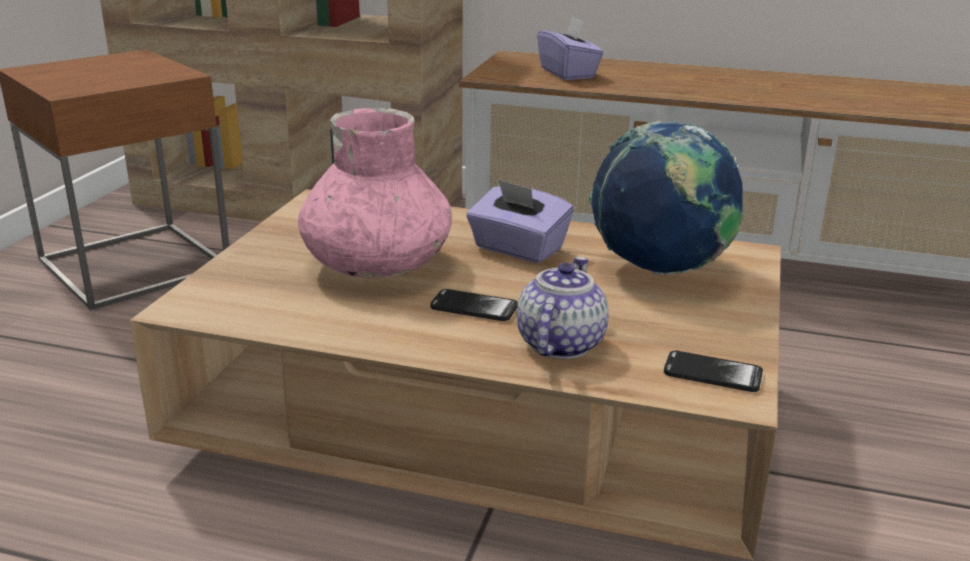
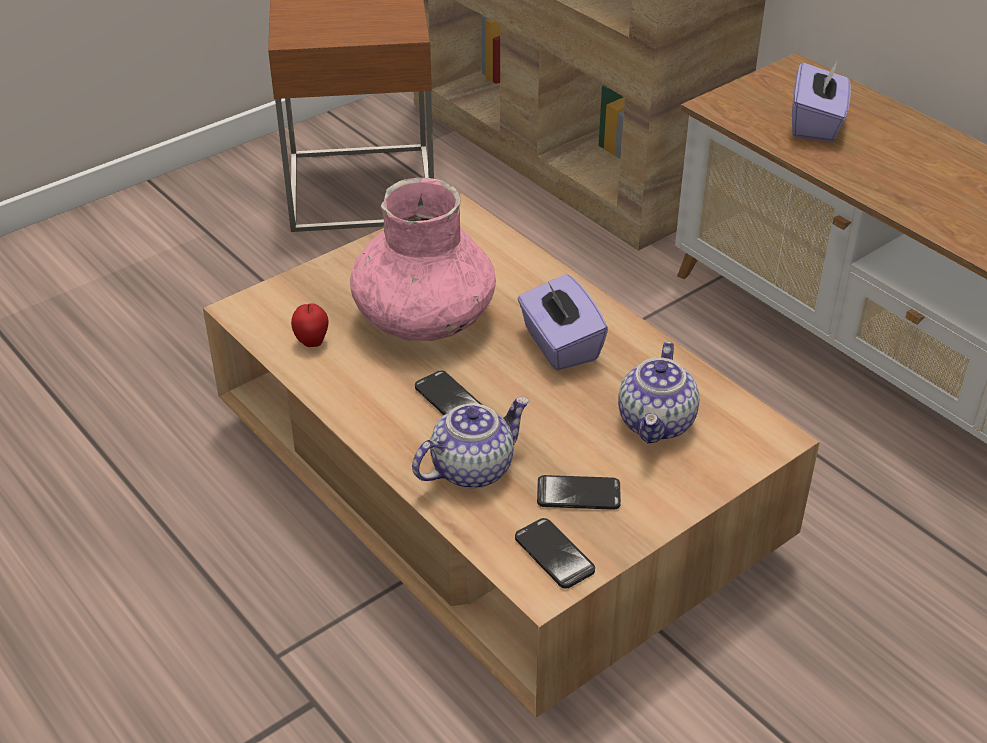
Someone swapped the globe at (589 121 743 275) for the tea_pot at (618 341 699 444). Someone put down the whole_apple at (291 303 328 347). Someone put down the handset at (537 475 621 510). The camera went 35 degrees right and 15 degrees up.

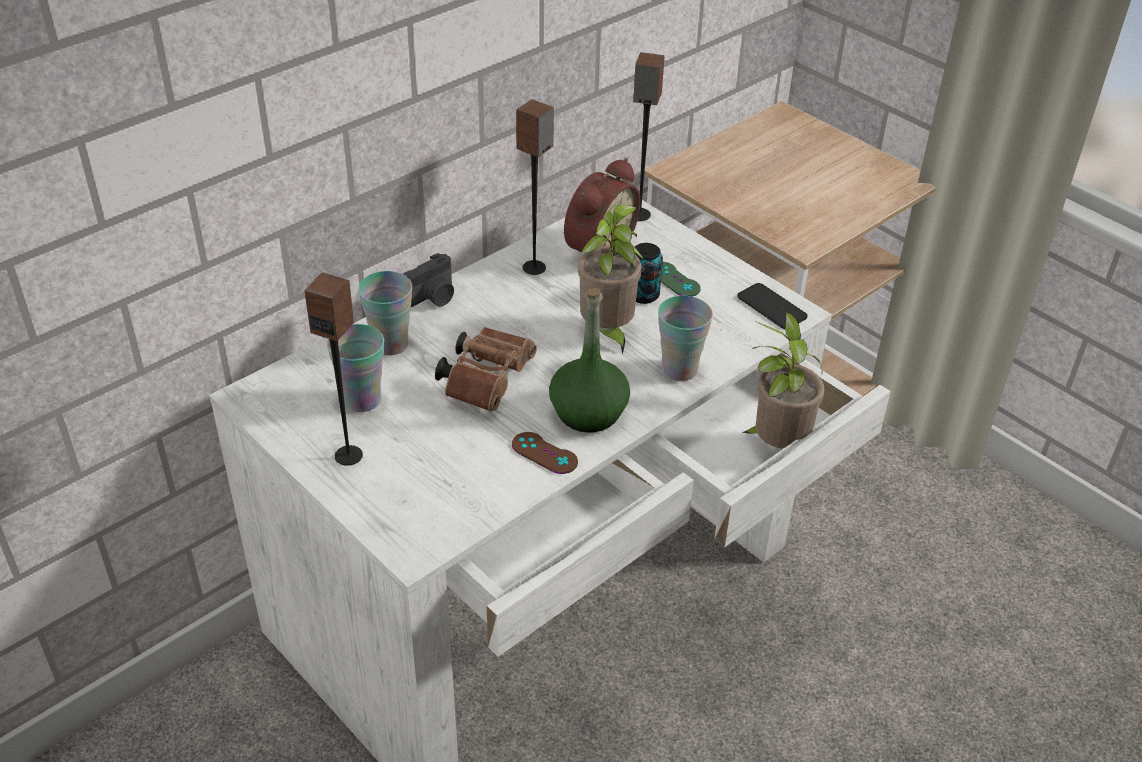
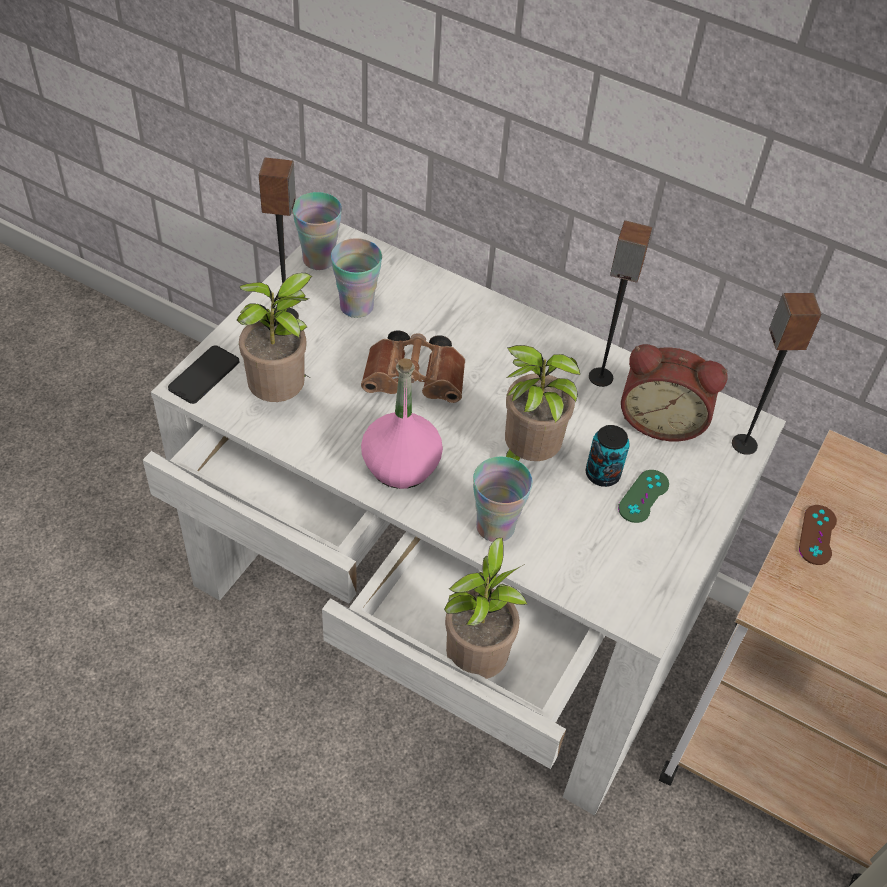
Someone carried the small_cup from (358 271 412 356) to (292 192 342 270). Someone took away the photo_camera at (403 253 454 307). Someone carried the brown-coloured_game_controller from (512 432 578 474) to (799 505 837 565). Someone repainted the green_bottle at (549 287 630 433), which became the pink_bottle at (361 358 443 489). Someone carried the handset from (737 283 807 329) to (168 345 239 404). Someone put down the plant_in_a_pot at (237 273 313 402). The camera went 70 degrees right and 10 degrees up.

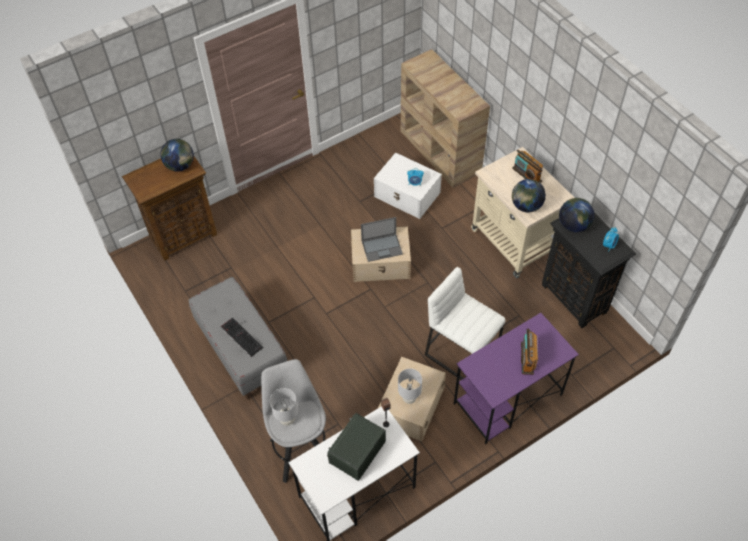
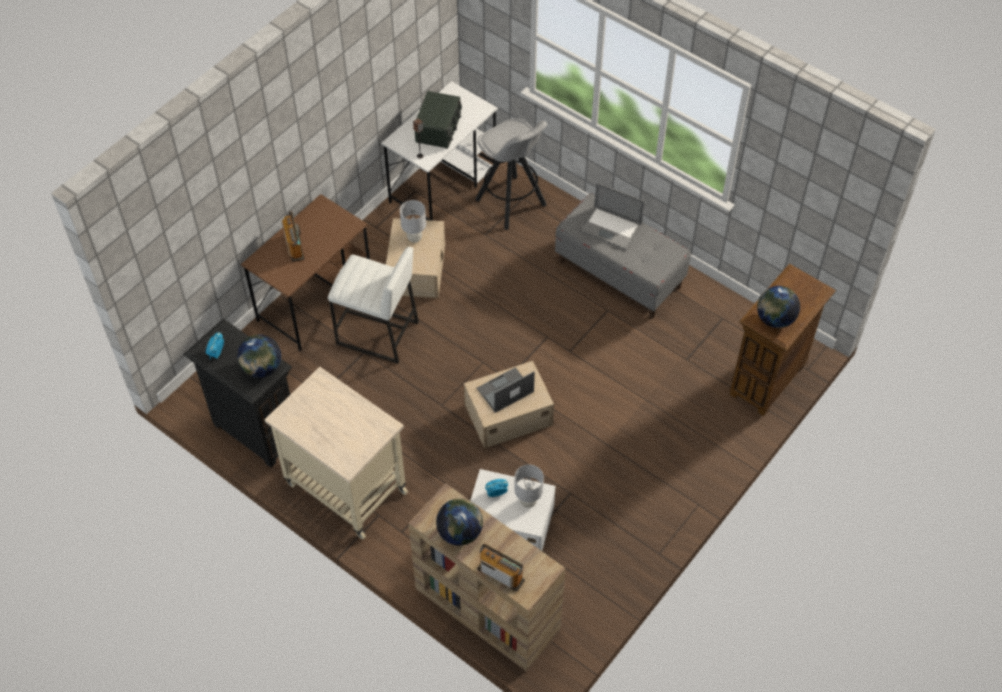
Someone swapped the keyboard at (221 318 263 357) for the laptop at (579 183 645 250). Someone carried the greyish_table_lamp from (270 388 298 426) to (514 465 544 508). Someone repainted the purple-coloured_desk_table at (454 313 579 444), which became the brown-coloured_desk_table at (241 194 370 351). Someone carried the radio_set from (512 150 543 183) to (477 544 525 592). Someone carried the globe from (512 179 546 212) to (436 498 483 546). The camera went 160 degrees right and 0 degrees up.

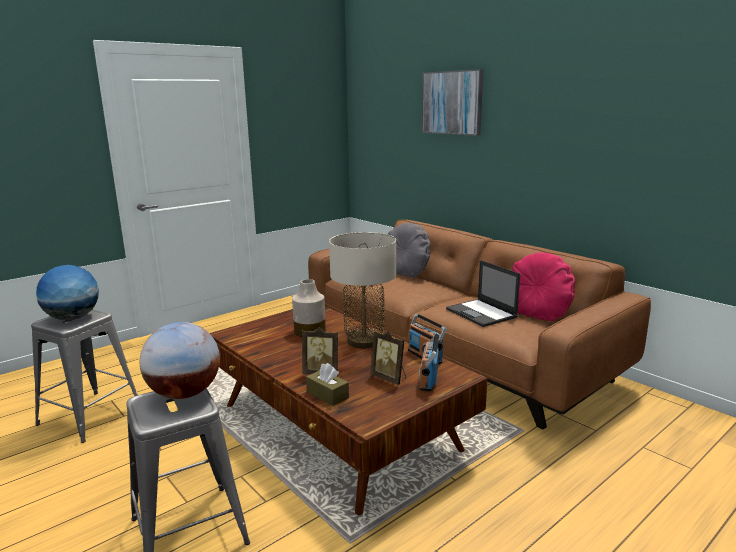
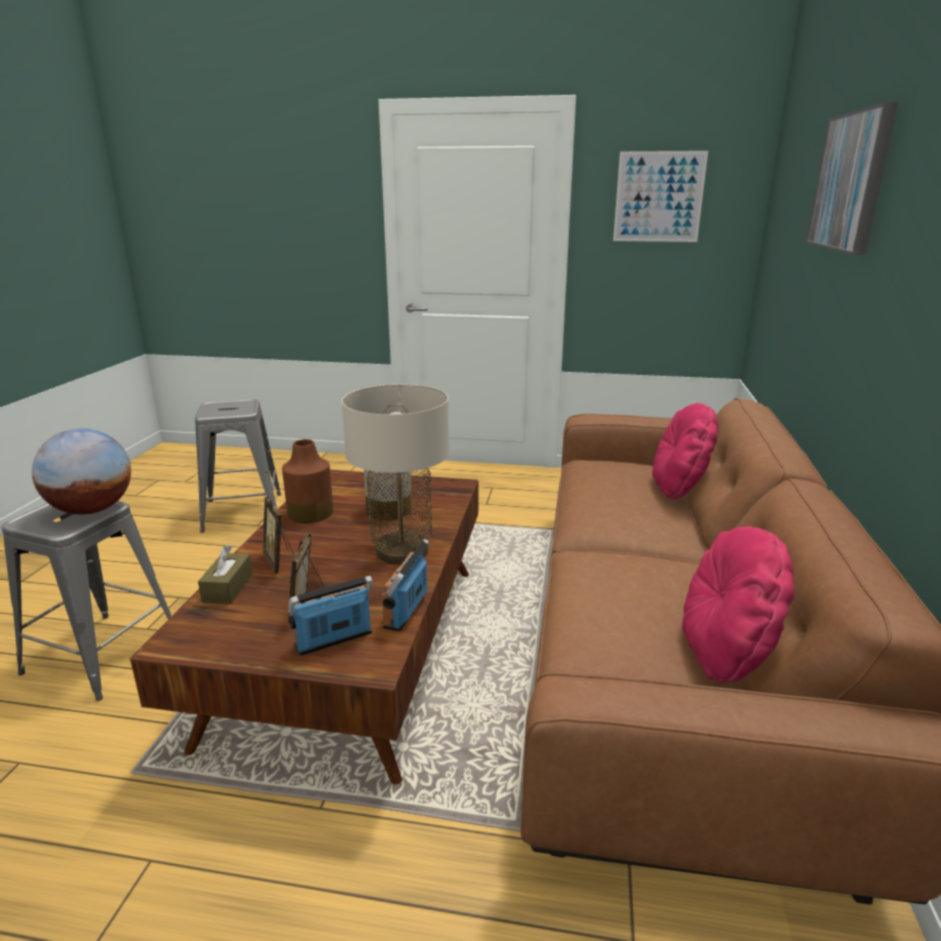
Someone took away the globe at (36 265 99 320). Someone repainted the greyish_cushion at (388 223 431 277), which became the pink_cushion at (652 403 718 499). Someone took away the laptop at (446 260 520 327). Someone put down the brown-coloured_vase at (282 439 334 523). Someone put up the picture at (613 151 708 242). The camera went 50 degrees right and 5 degrees up.

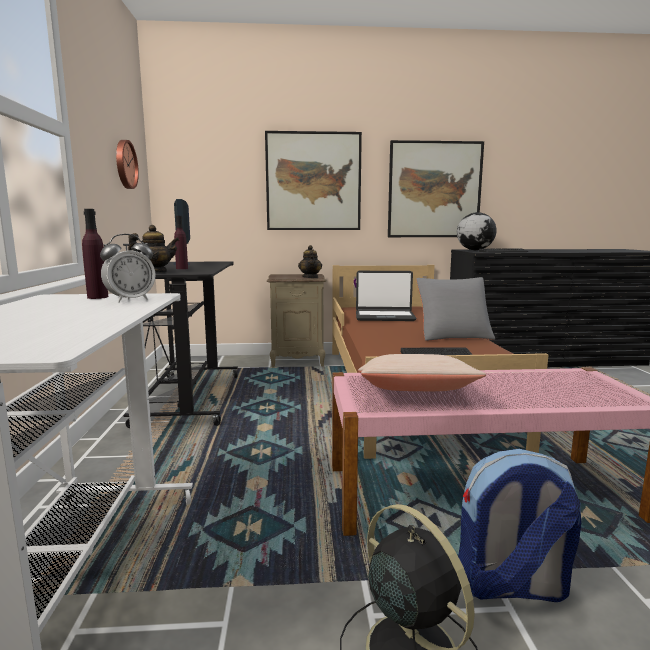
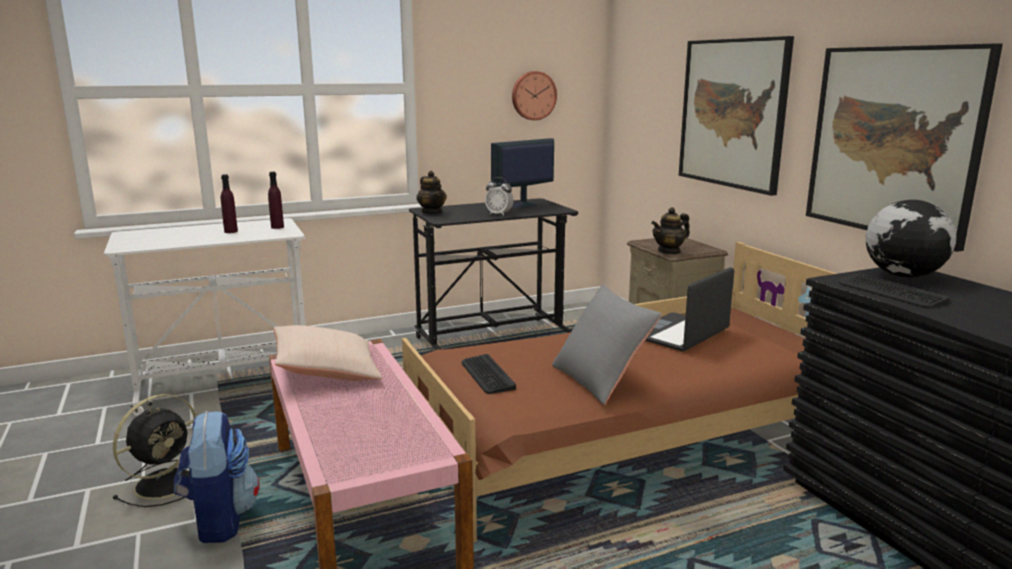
Someone carried the table_clock from (100 234 155 303) to (485 177 514 216). Someone carried the purple-coloured_bottle from (174 216 188 269) to (221 174 238 233). Someone rotated the laptop at (356 271 417 321) by 60 degrees clockwise. The camera went 70 degrees right and 5 degrees up.

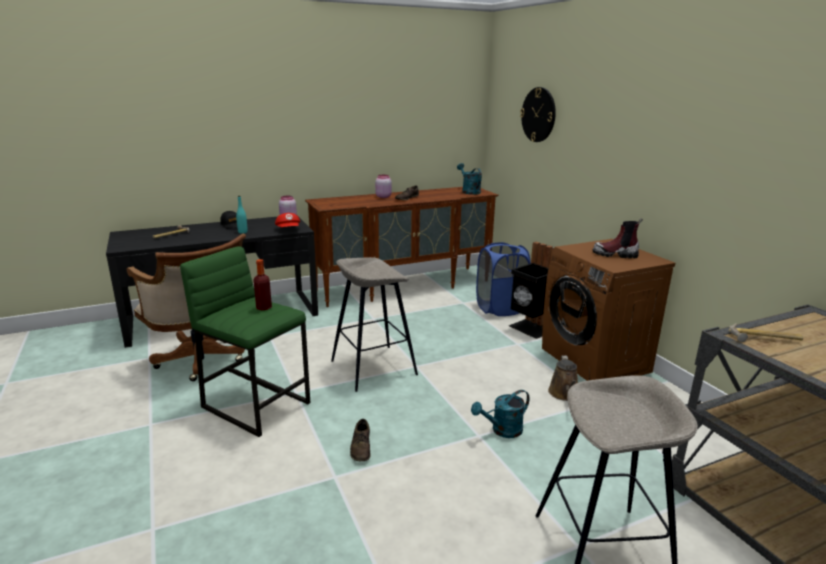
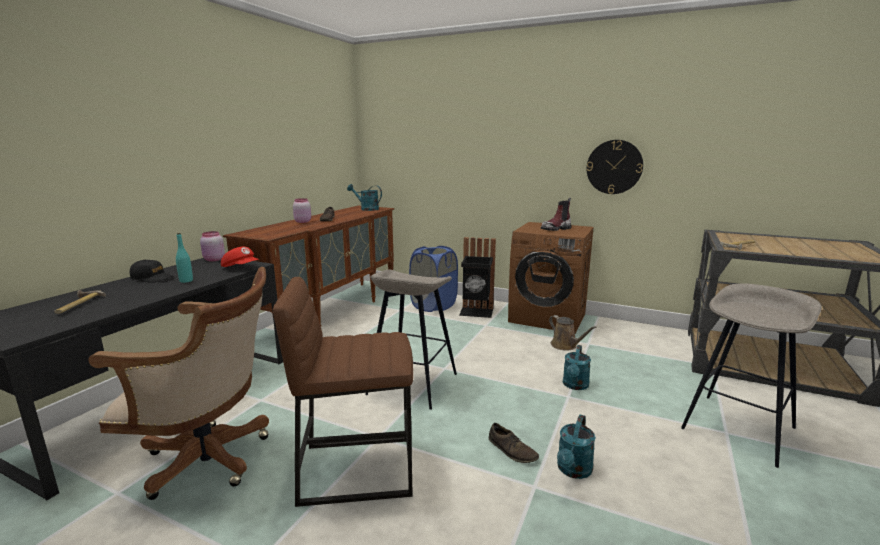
Someone repainted the green_stool_seat at (180 246 310 437), which became the brown-coloured_stool_seat at (273 277 413 507). Someone took away the bottle at (253 259 272 310). Someone carried the clock_on_the_wall from (520 87 556 142) to (587 140 643 194). Someone put down the blue-green_watering_pot at (557 414 596 479). The camera went 40 degrees left and 5 degrees down.

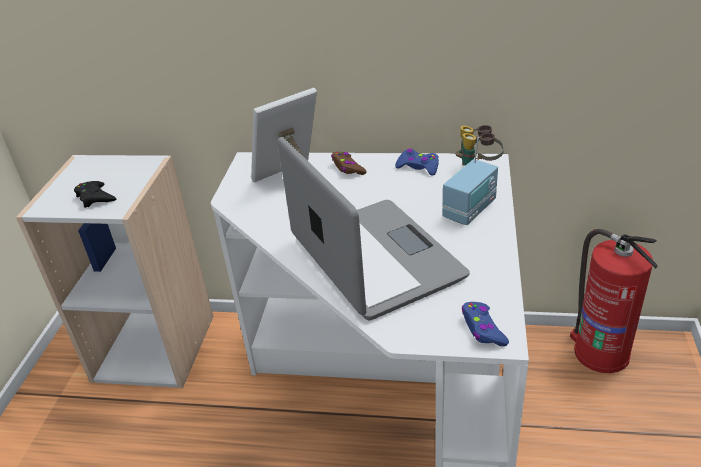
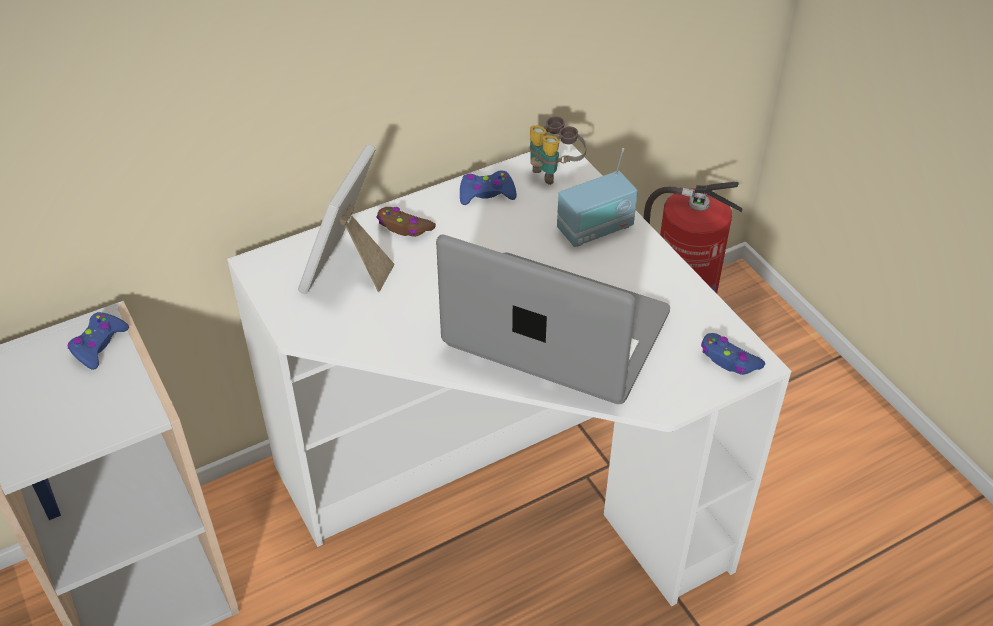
Someone took away the blackish_game_controller at (74 181 116 208). Someone rotated the radio_set at (442 137 498 225) by 60 degrees clockwise. Someone put down the bluish_game_controller at (68 312 129 370). The camera went 40 degrees left and 10 degrees up.

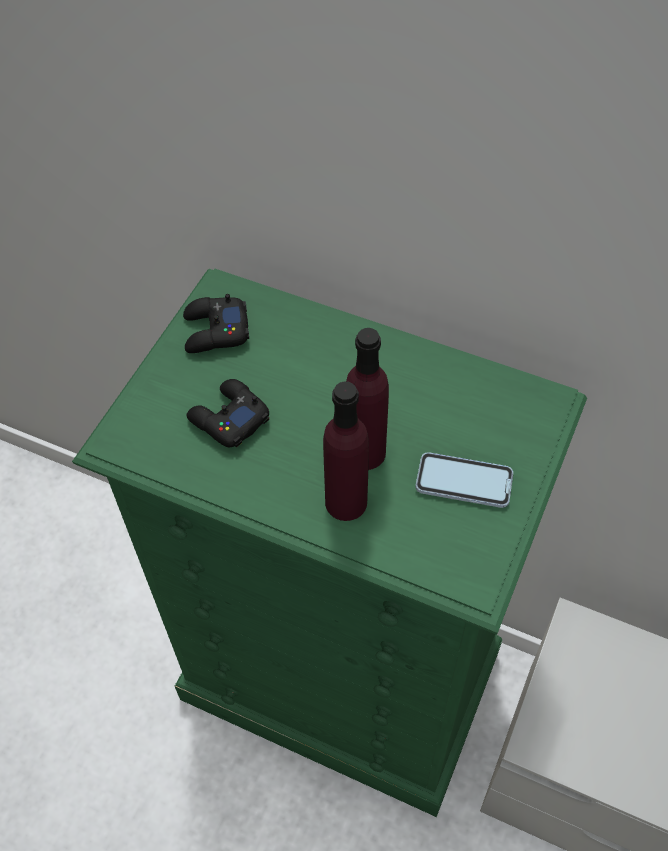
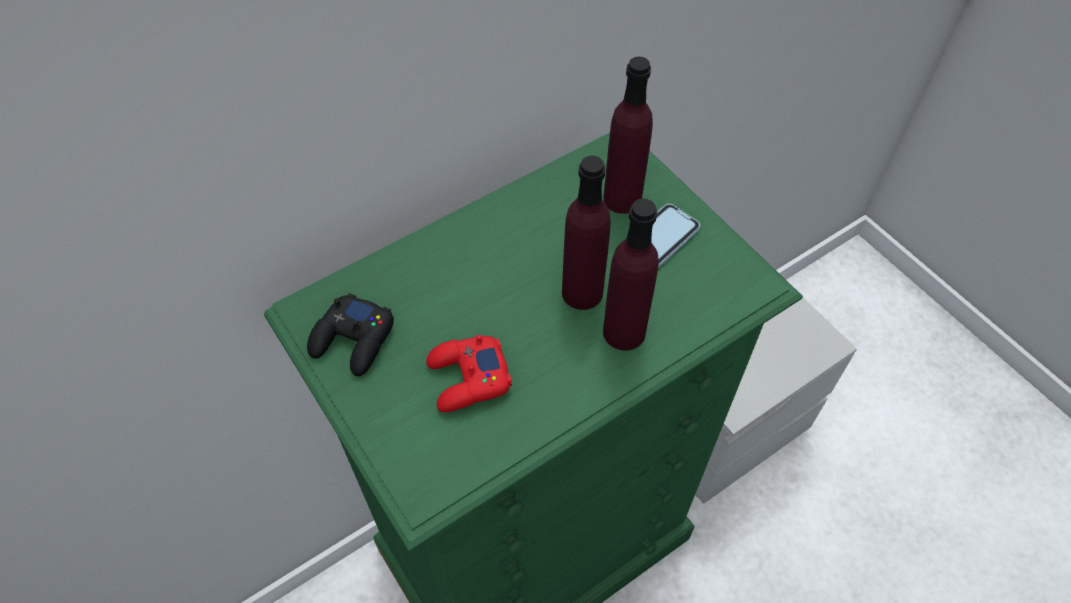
Someone repainted the blackish_game_controller at (187 379 269 448), which became the reddish_game_controller at (426 334 512 412). Someone put down the purple-coloured_bottle at (603 56 653 214). The camera went 60 degrees left and 0 degrees up.

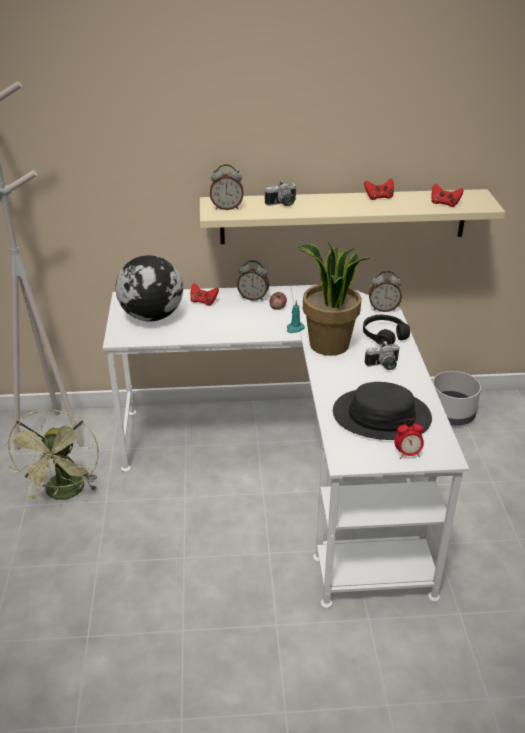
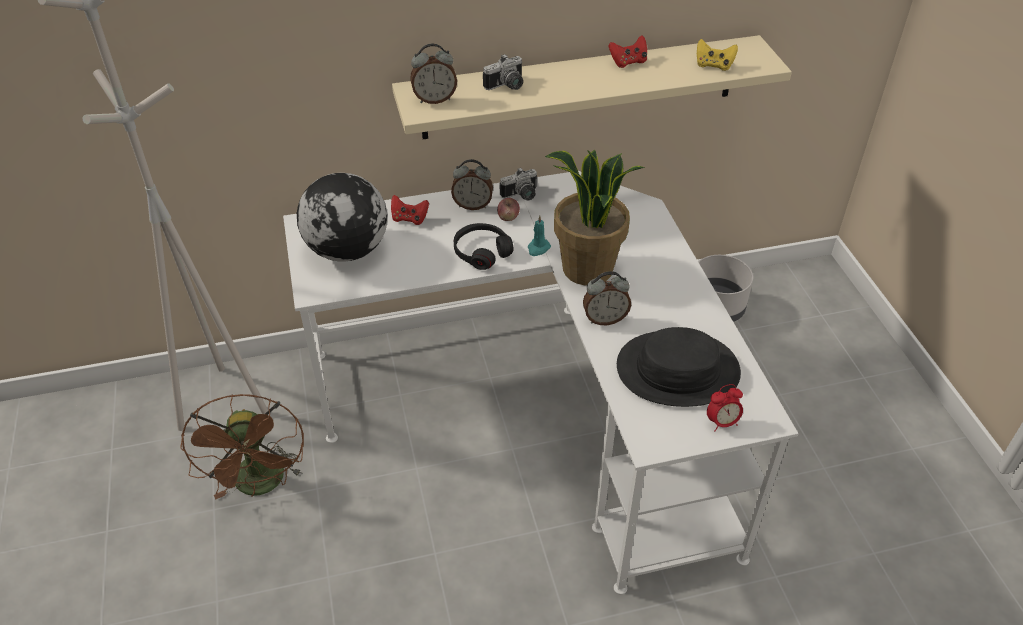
Someone repainted the green_fan at (5 409 99 500), which became the brown-coloured_fan at (180 394 304 499). Someone carried the blackish_headset from (363 315 410 345) to (454 223 513 270). Someone carried the photo_camera from (365 341 400 370) to (500 167 537 201). Someone carried the table_clock from (369 271 402 312) to (583 271 631 325). Someone repainted the reddish_game_controller at (431 183 463 207), which became the yellowish_game_controller at (697 39 738 71). The camera went 10 degrees left and 10 degrees up.

